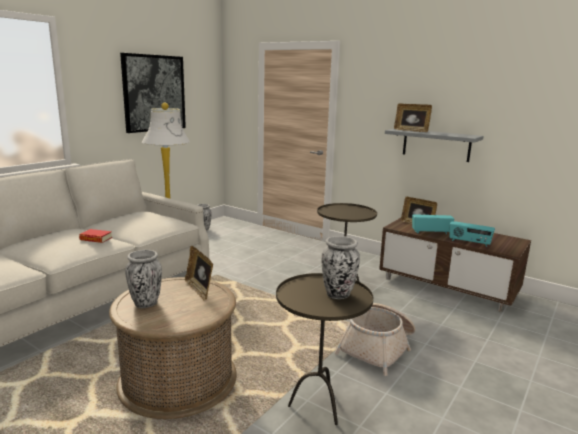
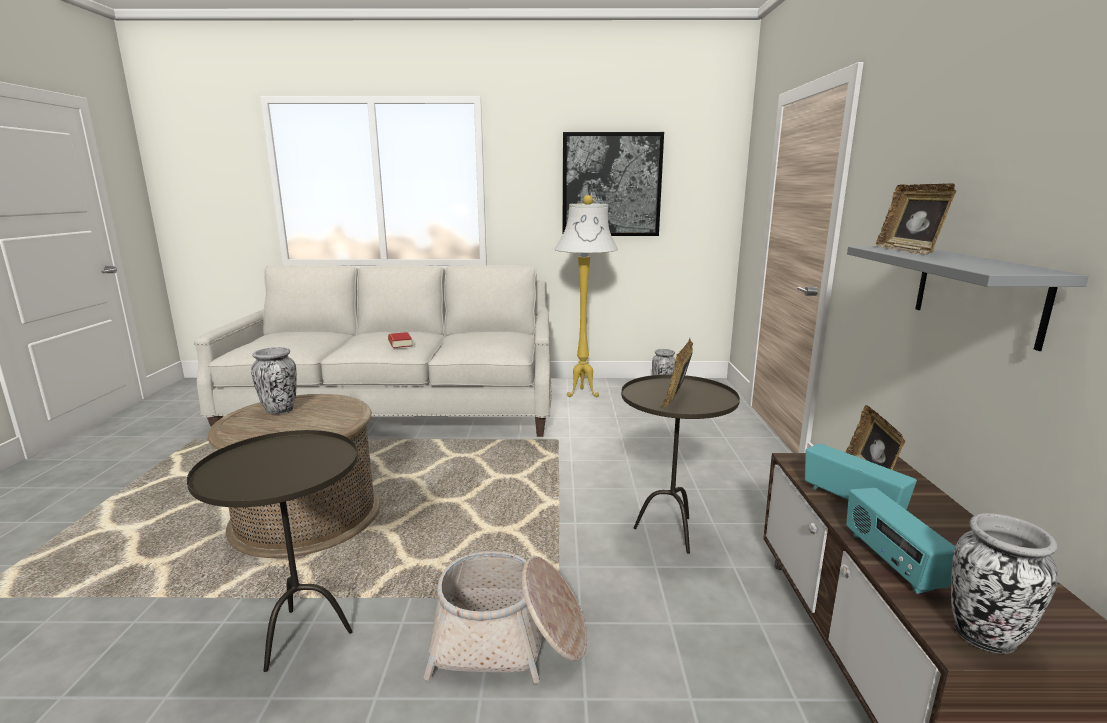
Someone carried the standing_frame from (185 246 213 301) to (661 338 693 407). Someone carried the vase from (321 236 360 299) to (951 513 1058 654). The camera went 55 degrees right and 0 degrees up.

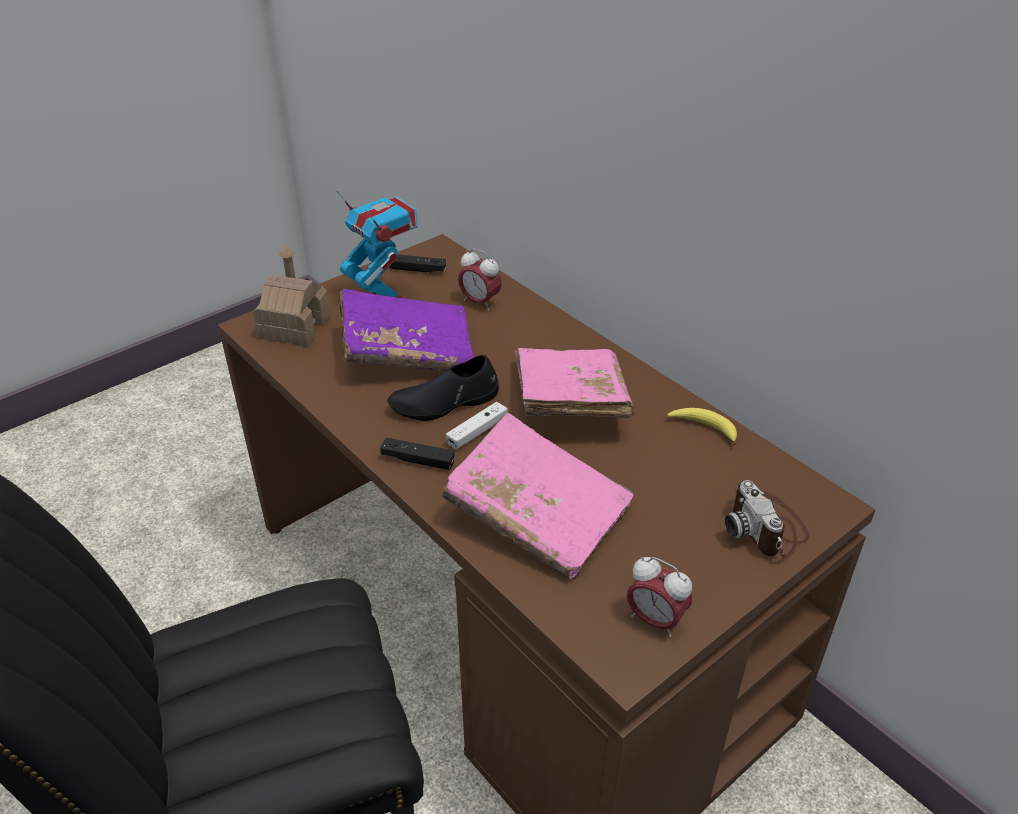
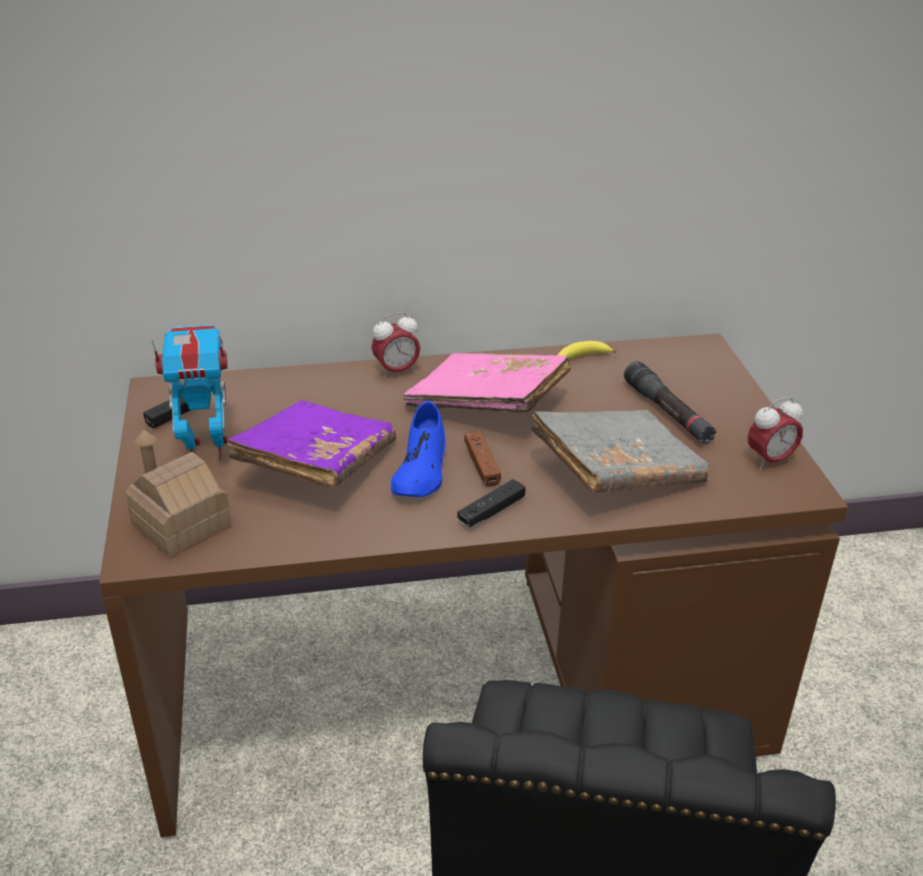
Someone repainted the blackish_low_shoe at (387 355 499 421), which became the bluish_low_shoe at (391 401 446 497). Someone repainted the pink_bound_book at (442 413 633 580), which became the greyish_bound_book at (531 410 709 493). Someone repainted the white_game_controller at (446 402 508 450), which became the brown-coloured_game_controller at (464 431 501 486). Someone carried the table_clock from (458 249 502 311) to (372 312 420 379). Someone took away the photo_camera at (725 480 810 558). Someone put down the blackish_hand_torch at (624 361 716 444). The camera went 60 degrees left and 5 degrees down.

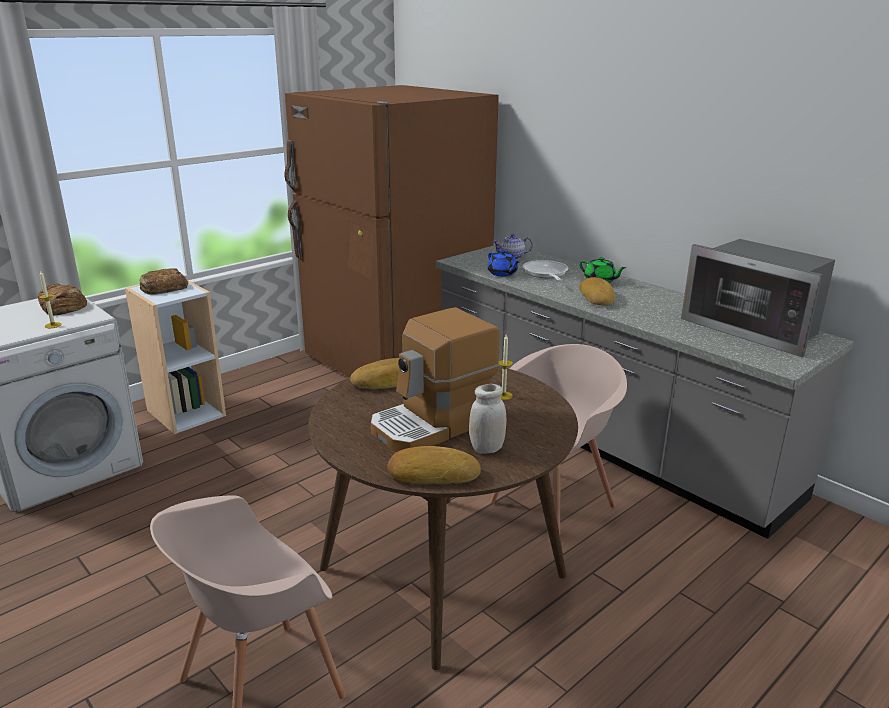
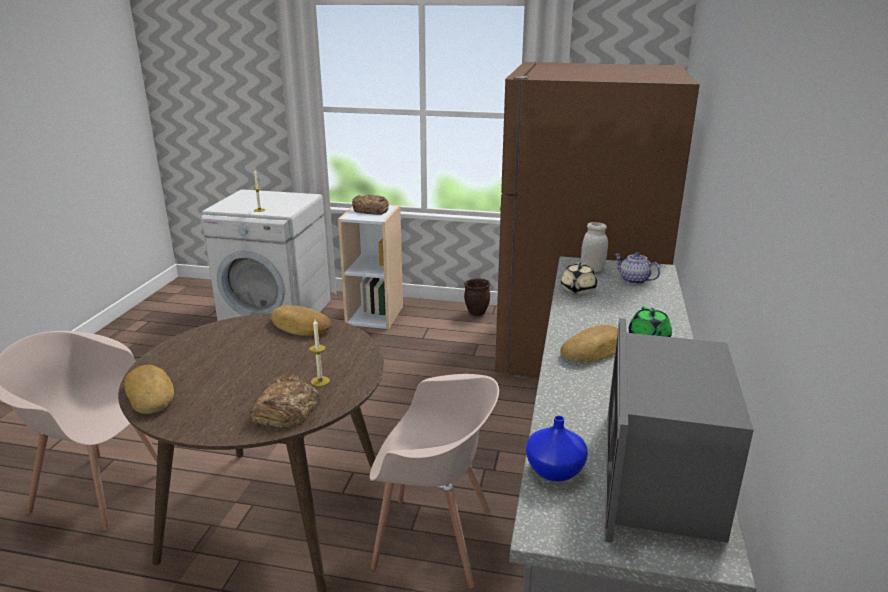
Someone carried the bakery_bread from (38 284 87 316) to (250 373 321 428). Someone took away the coffee_machine at (371 307 500 452). Someone carried the white_jar from (469 384 506 454) to (581 222 608 272). Someone repainted the bluish_tea_pot at (487 250 519 277), which became the beige-coloured_tea_pot at (561 263 597 294). Someone took away the frying_pan at (523 260 568 281). Someone put down the brown-coloured_flower_pot at (464 278 490 316). Someone put down the bluish_vase at (526 416 588 481). The camera went 55 degrees right and 0 degrees up.

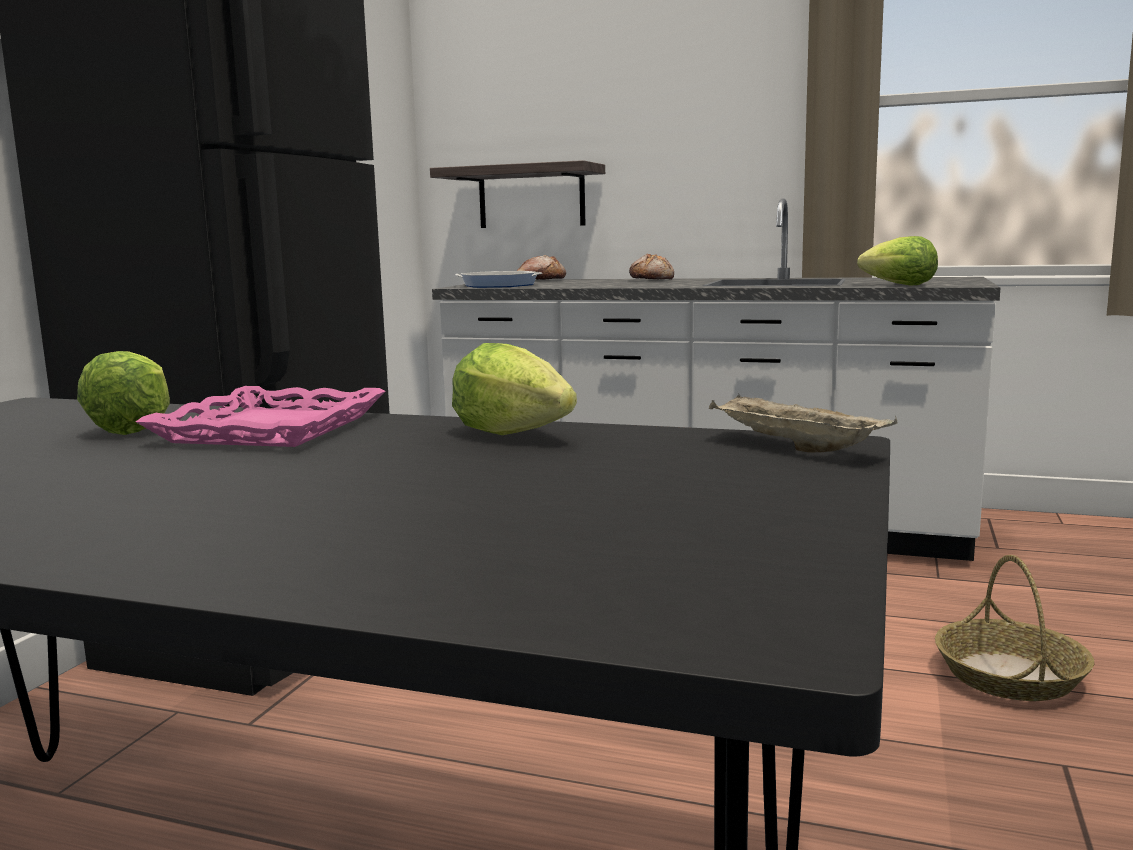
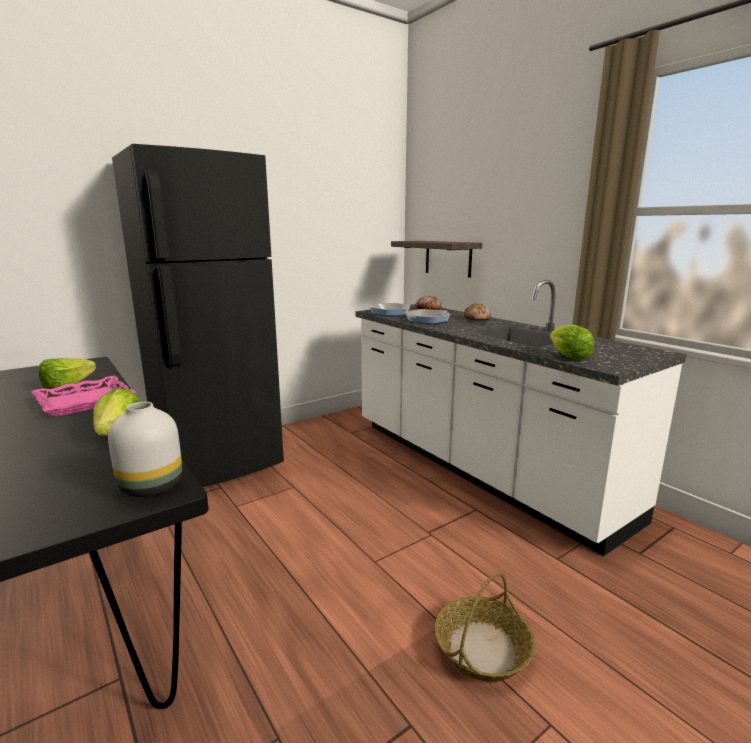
Someone swapped the beige-coloured_serving_tray at (709 394 898 453) for the white_vase at (108 402 182 497). Someone put down the frying_pan at (405 309 450 324). The camera went 35 degrees right and 5 degrees up.

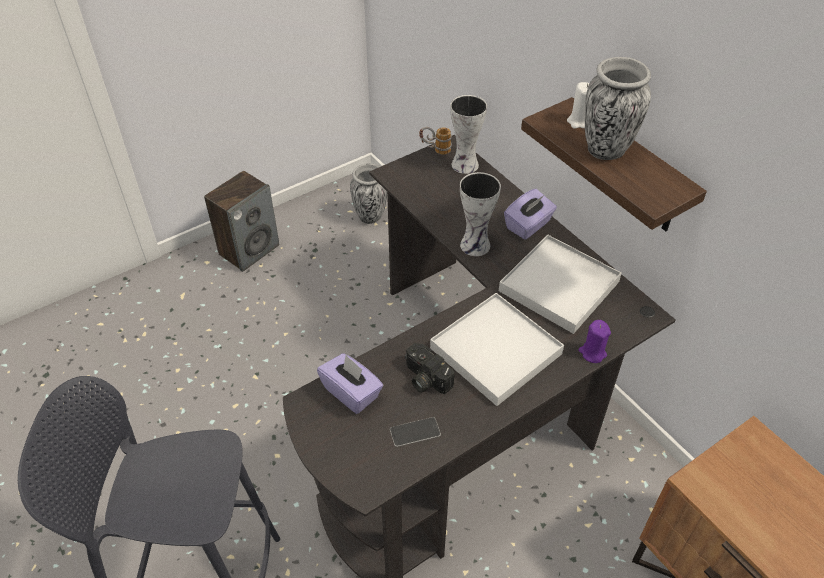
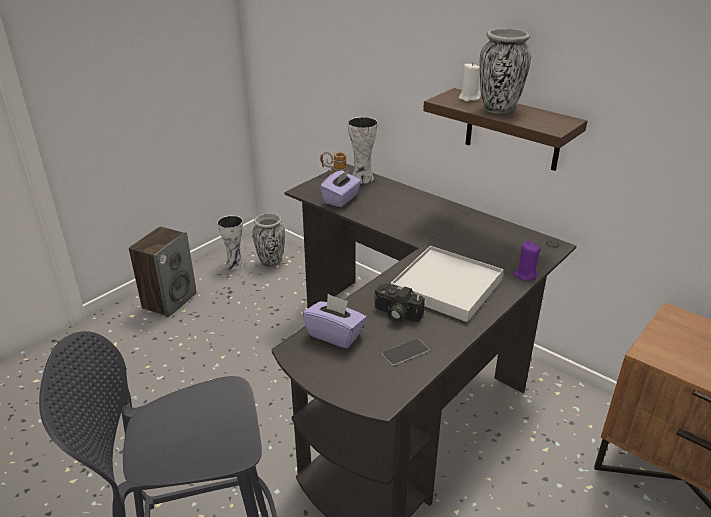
Someone carried the vase from (460 172 501 256) to (217 215 245 270). Someone took away the white_serving_tray at (499 235 622 334). Someone carried the purple-coloured_tissue_box from (504 189 557 240) to (320 170 361 207). The camera went 15 degrees left and 15 degrees down.

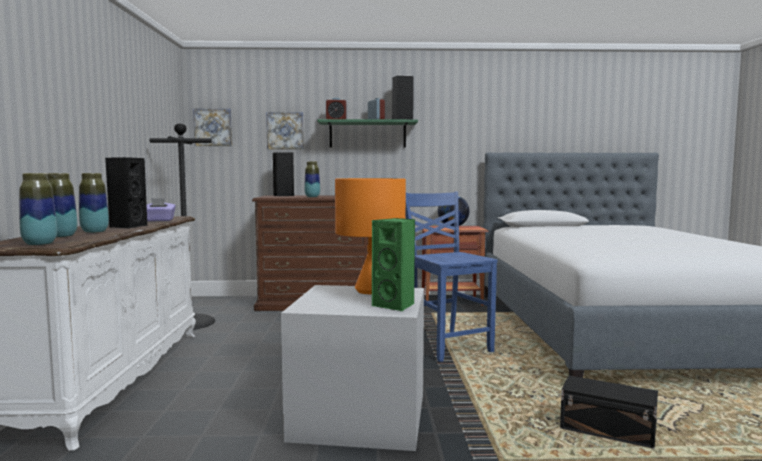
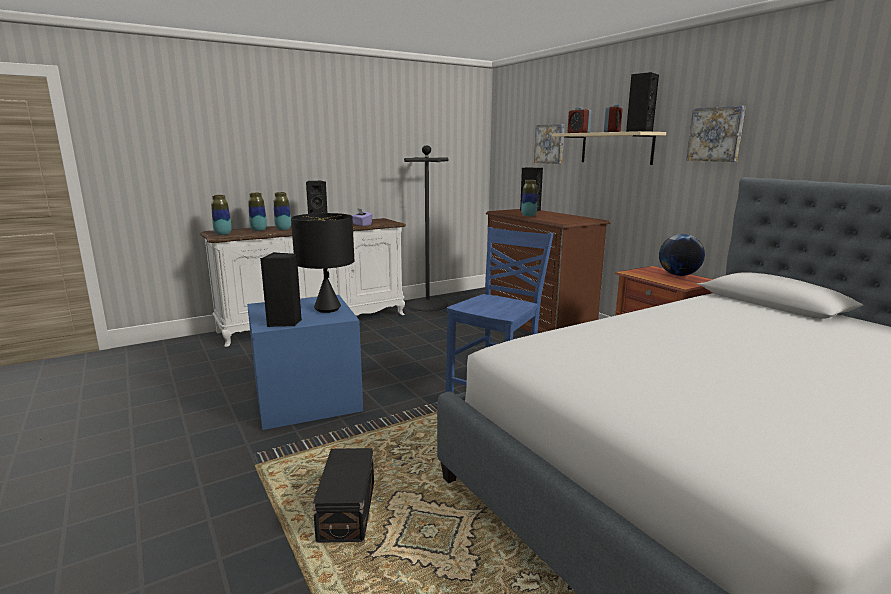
Someone carried the picture from (193 109 232 146) to (686 106 746 162). Someone repainted the greyish_storage_box at (281 285 424 451), which became the bluish_storage_box at (247 295 363 430). Someone repainted the green_wall_shelf at (317 119 418 147), which became the beige-coloured_wall_shelf at (552 131 666 165). Someone repainted the orange_table_lamp at (335 178 406 294), which became the blackish_table_lamp at (291 213 354 313). Someone repainted the green_audio_speaker at (372 218 415 311), which became the blackish_audio_speaker at (260 252 302 327). The camera went 60 degrees right and 10 degrees up.

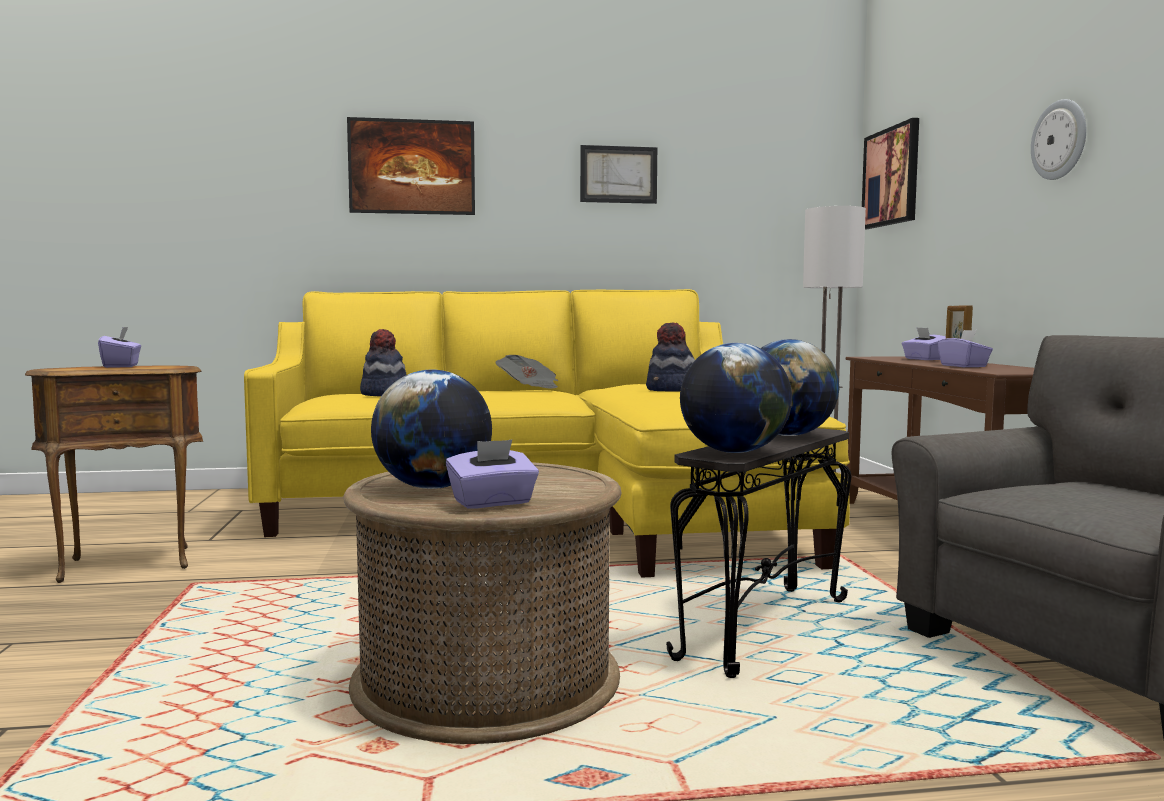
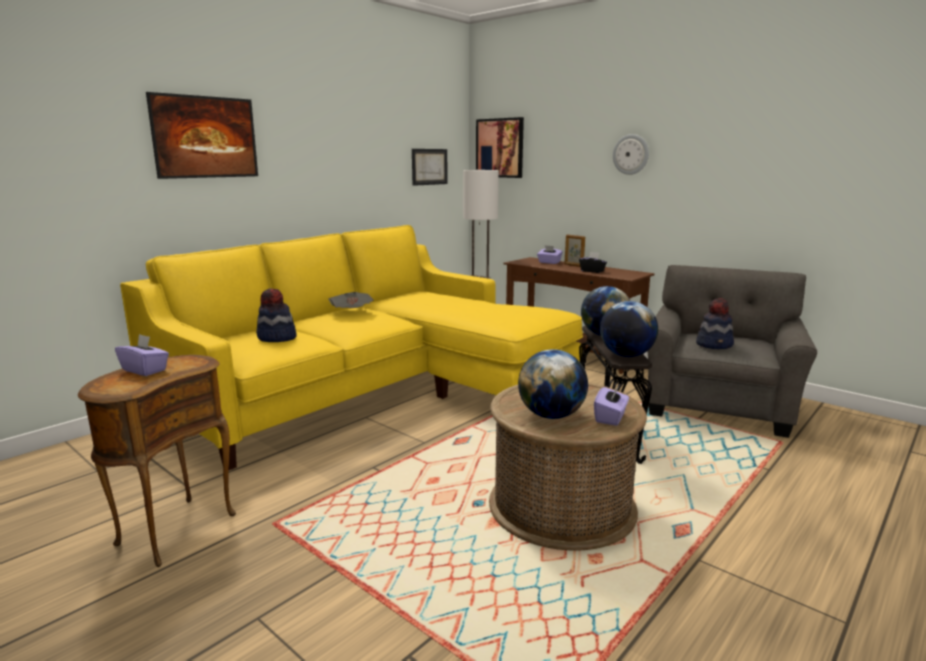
Someone carried the picture from (580 145 657 204) to (412 149 448 186). Someone carried the clothing_hat from (646 323 695 391) to (696 298 734 349). Someone repainted the purple-coloured_tissue_box at (937 330 993 367), which became the blackish_tissue_box at (579 252 607 273). The camera went 40 degrees left and 10 degrees up.

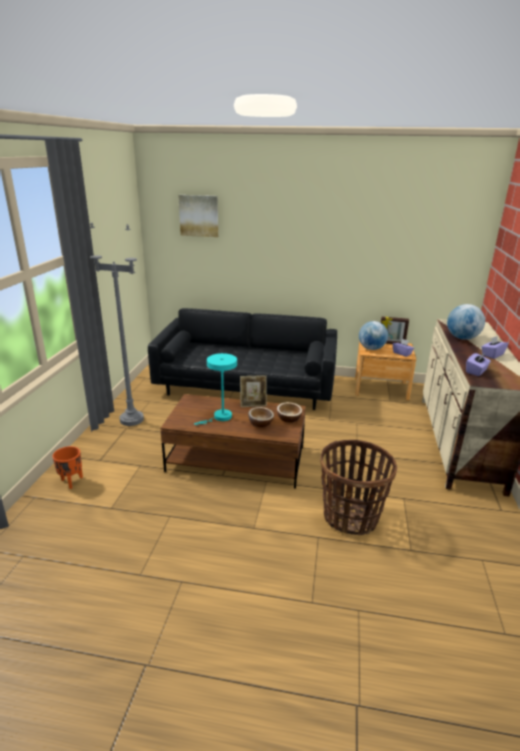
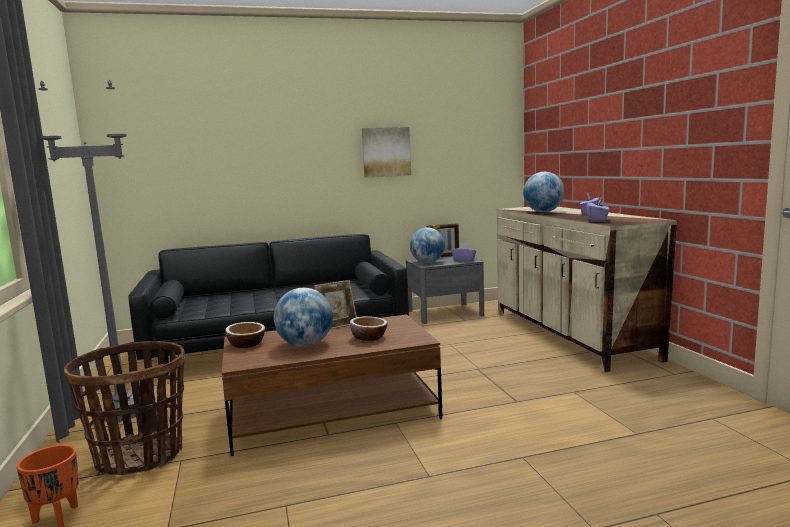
Someone carried the picture from (178 195 218 237) to (362 127 411 178). Someone swapped the blue-green_table_lamp at (194 353 237 425) for the globe at (274 288 333 347). Someone carried the bowl from (277 402 302 423) to (225 322 265 348). Someone carried the household_basket from (321 440 397 536) to (64 341 185 475). Someone repainted the brown-coloured_nightstand at (355 340 416 401), which became the greyish_nightstand at (406 256 484 324). The camera went 25 degrees left and 15 degrees down.

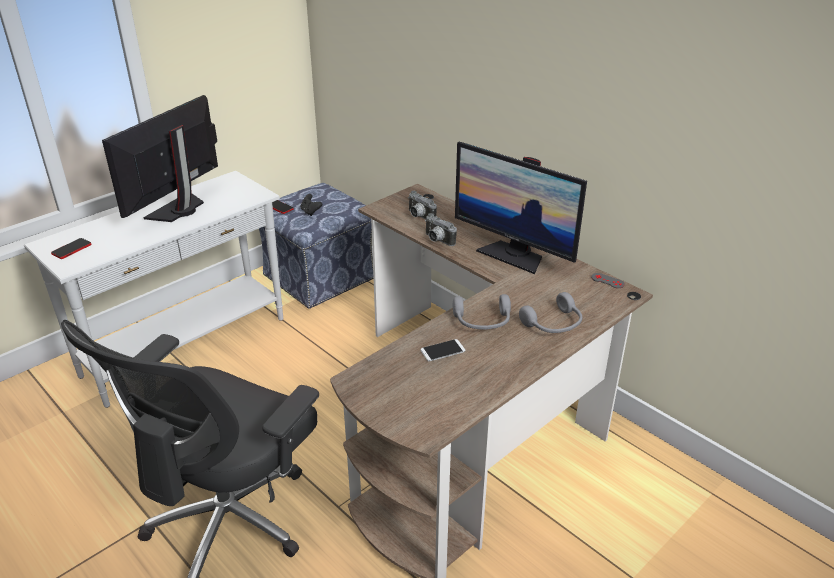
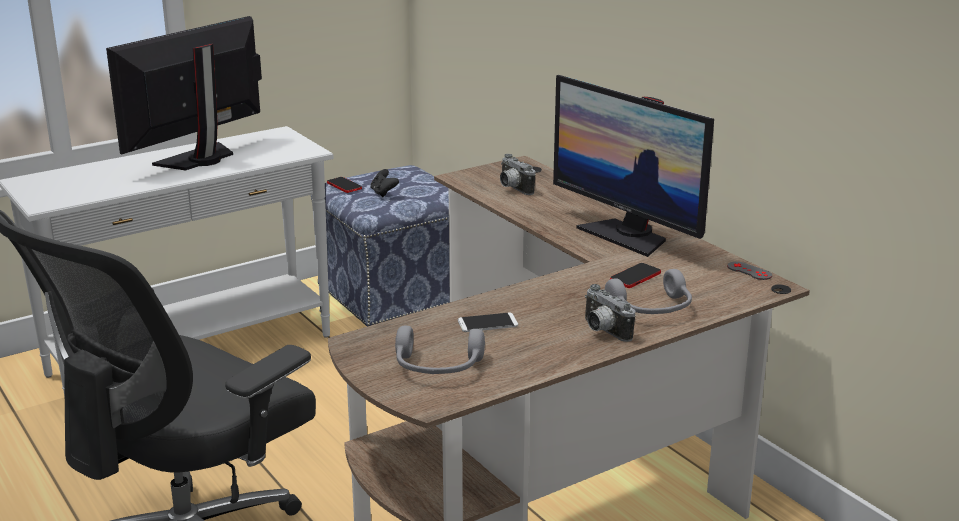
Someone carried the handset from (51 238 91 259) to (610 263 661 288). Someone carried the photo_camera from (426 213 457 246) to (585 284 636 342). Someone carried the greyish_headset from (453 294 511 330) to (395 326 485 374). The camera went 10 degrees right and 10 degrees down.

